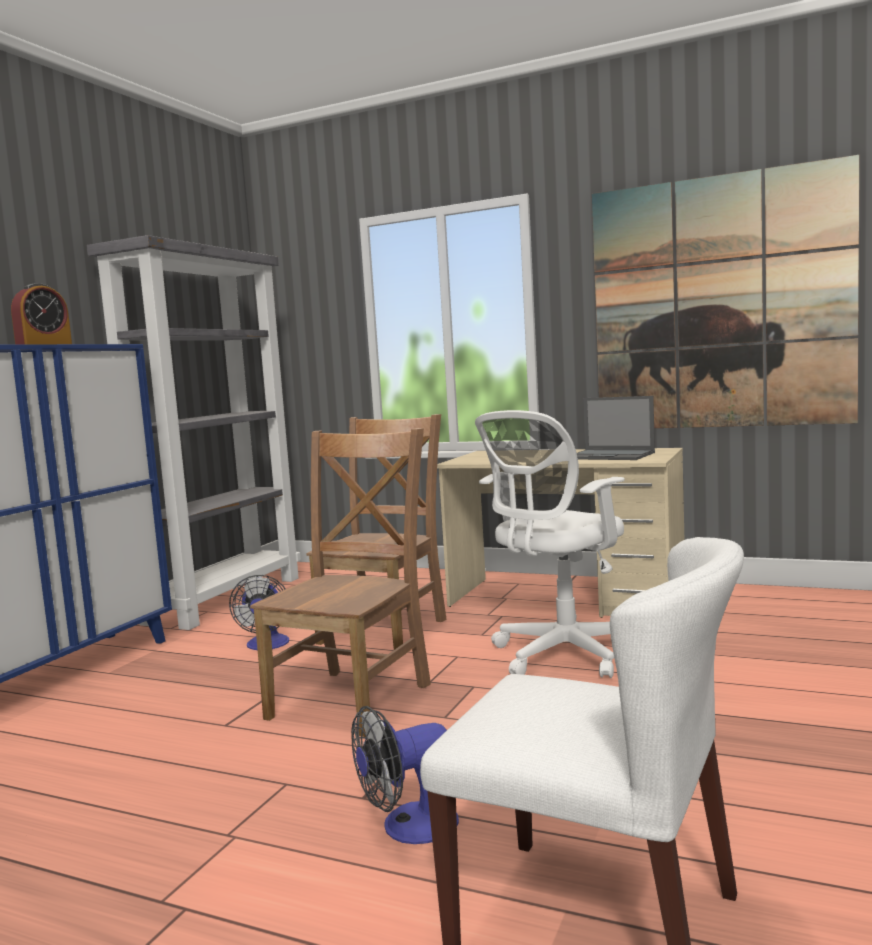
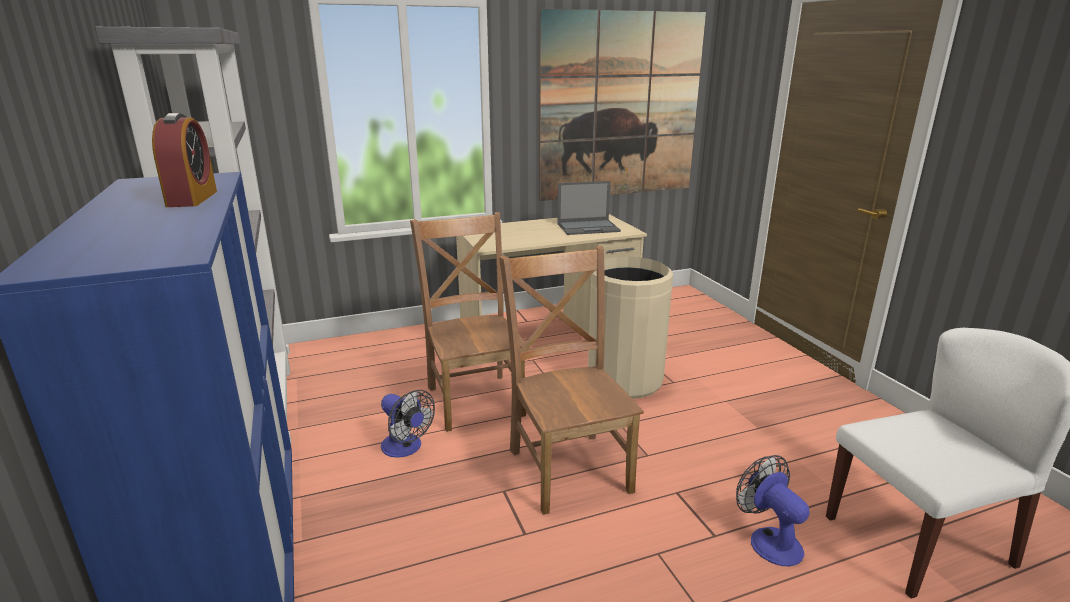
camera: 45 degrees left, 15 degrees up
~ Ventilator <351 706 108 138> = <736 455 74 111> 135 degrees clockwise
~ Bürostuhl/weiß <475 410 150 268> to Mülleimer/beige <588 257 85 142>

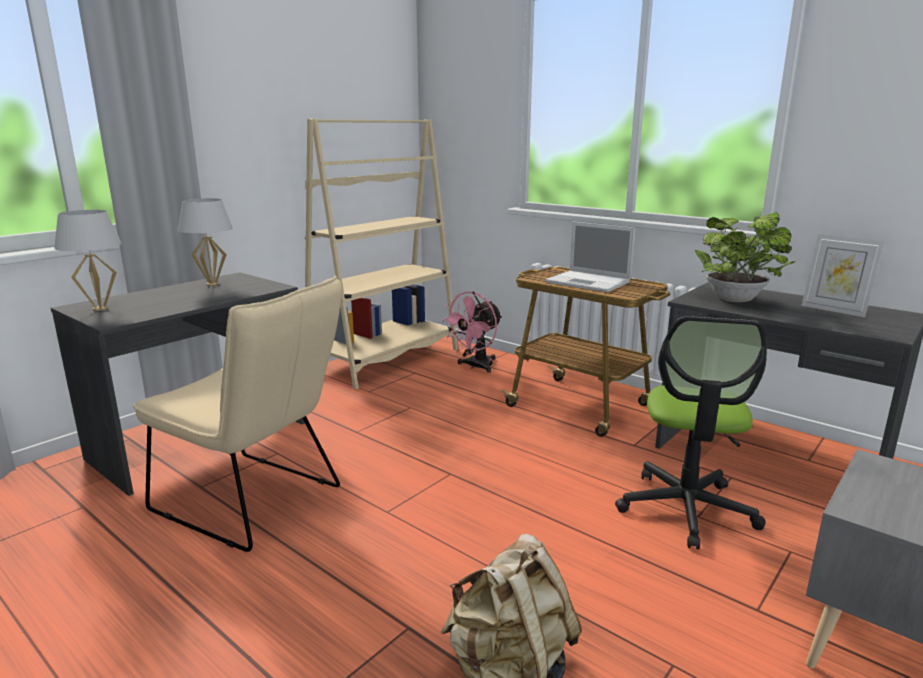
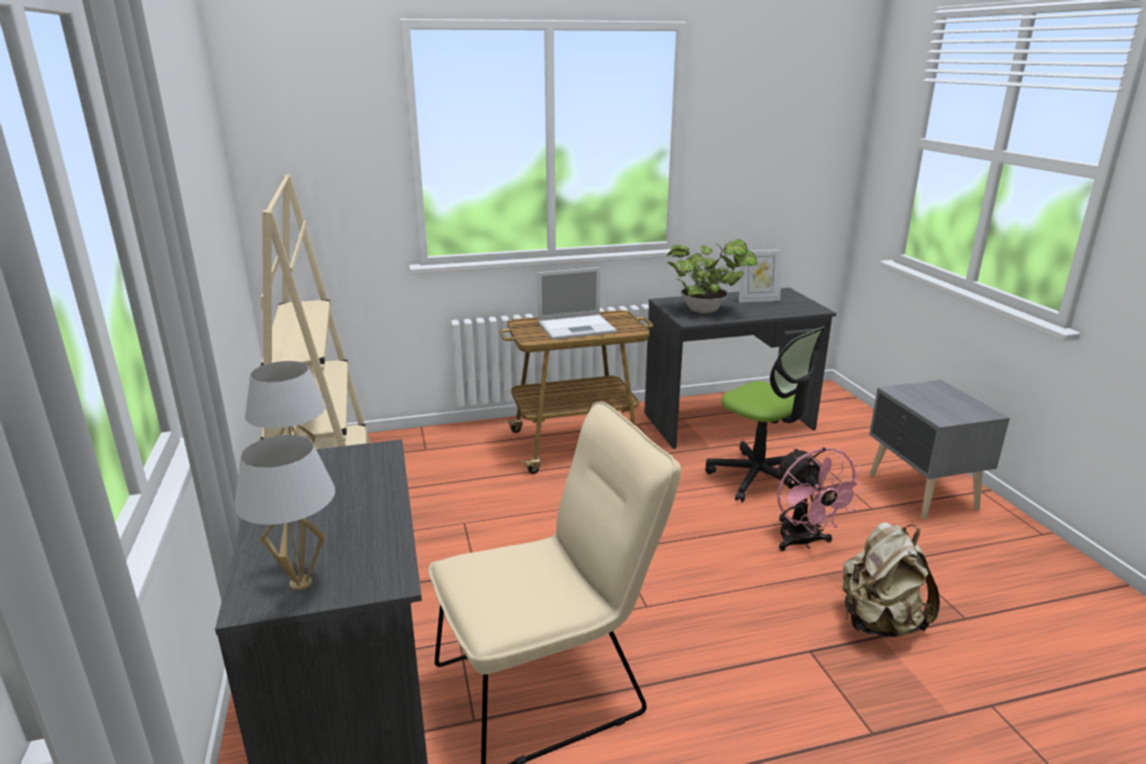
camera: 55 degrees left, 5 degrees up
~ Ventilator/rosa <442 292 60 81> to <776 447 89 104>

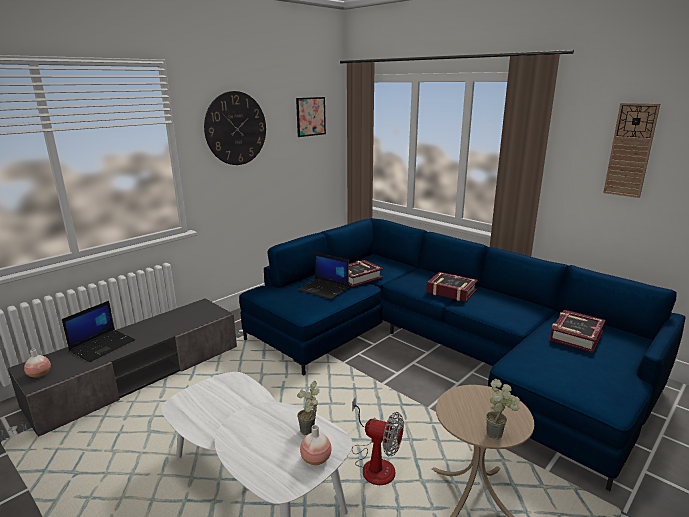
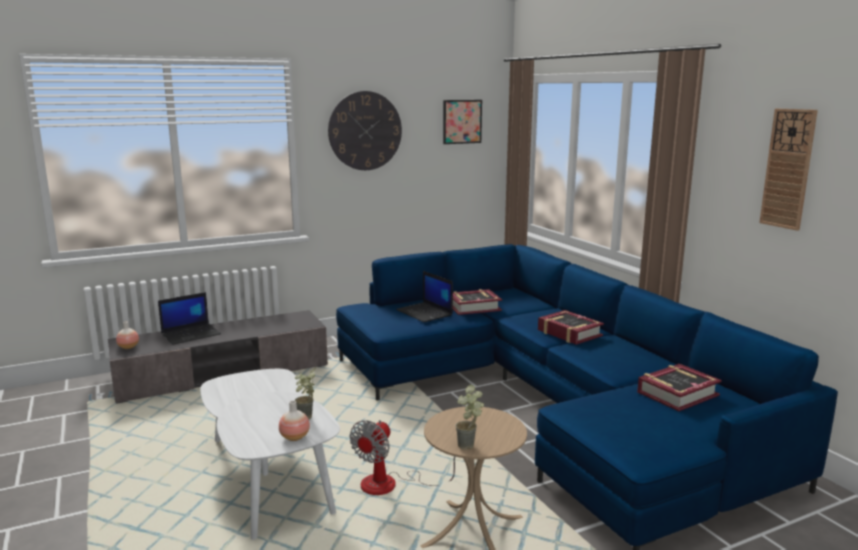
camera: 20 degrees right, 5 degrees down
~ Ventilator <352 398 52 87> = <350 420 105 75> 75 degrees clockwise

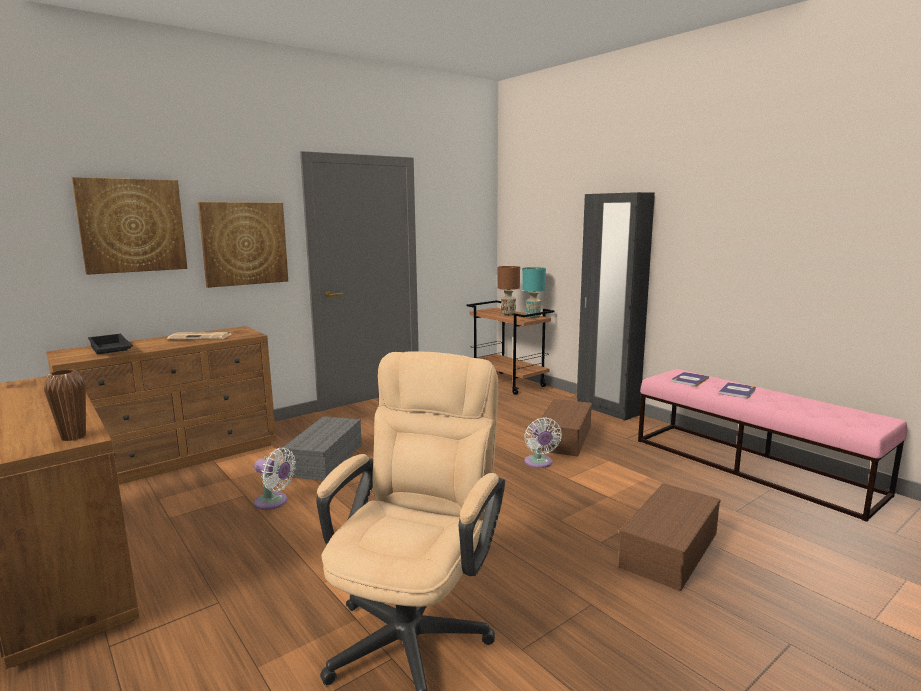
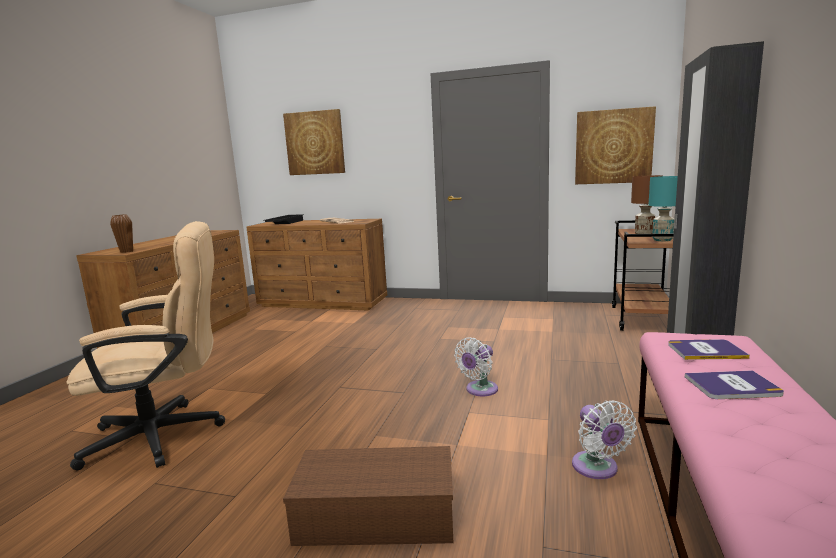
camera: 55 degrees right, 0 degrees up
~ Bild <198 202 90 86> to <575 106 81 78>
~ Ventilator/weiß <254 448 42 62> to <572 401 65 78>
- Aufbewahrungsbox/grau <282 416 80 65>
- Aufbewahrungsbox/braun <538 399 54 58>

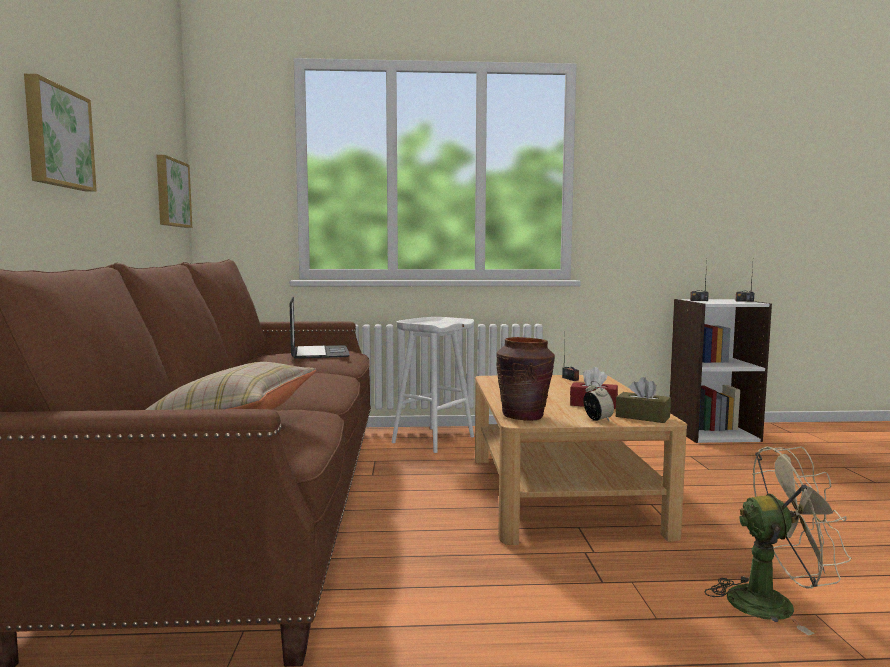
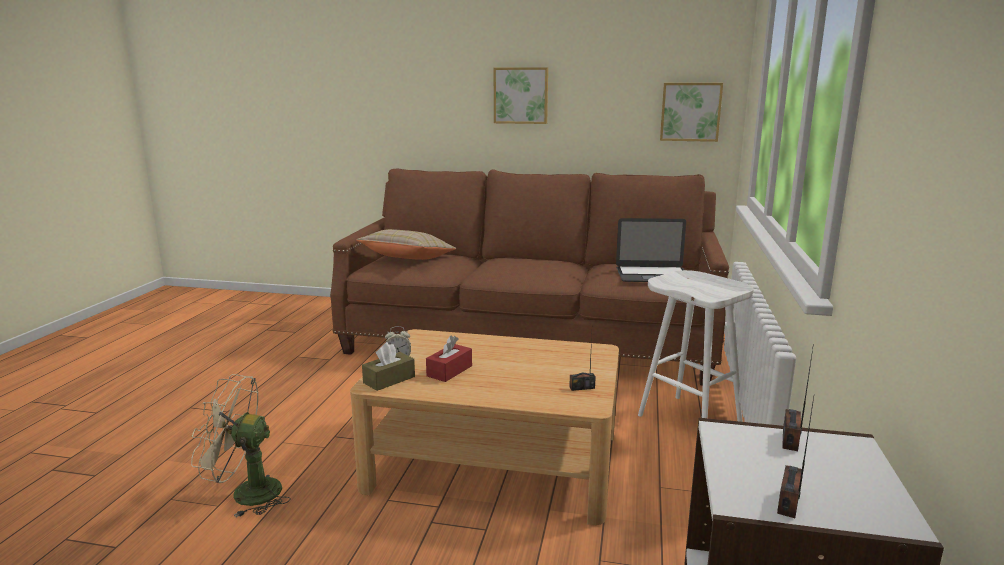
camera: 105 degrees right, 10 degrees up
- Vase/braun <496 337 59 84>
~ Ventilator/beige <705 446 147 190> = <191 374 100 143> 75 degrees clockwise

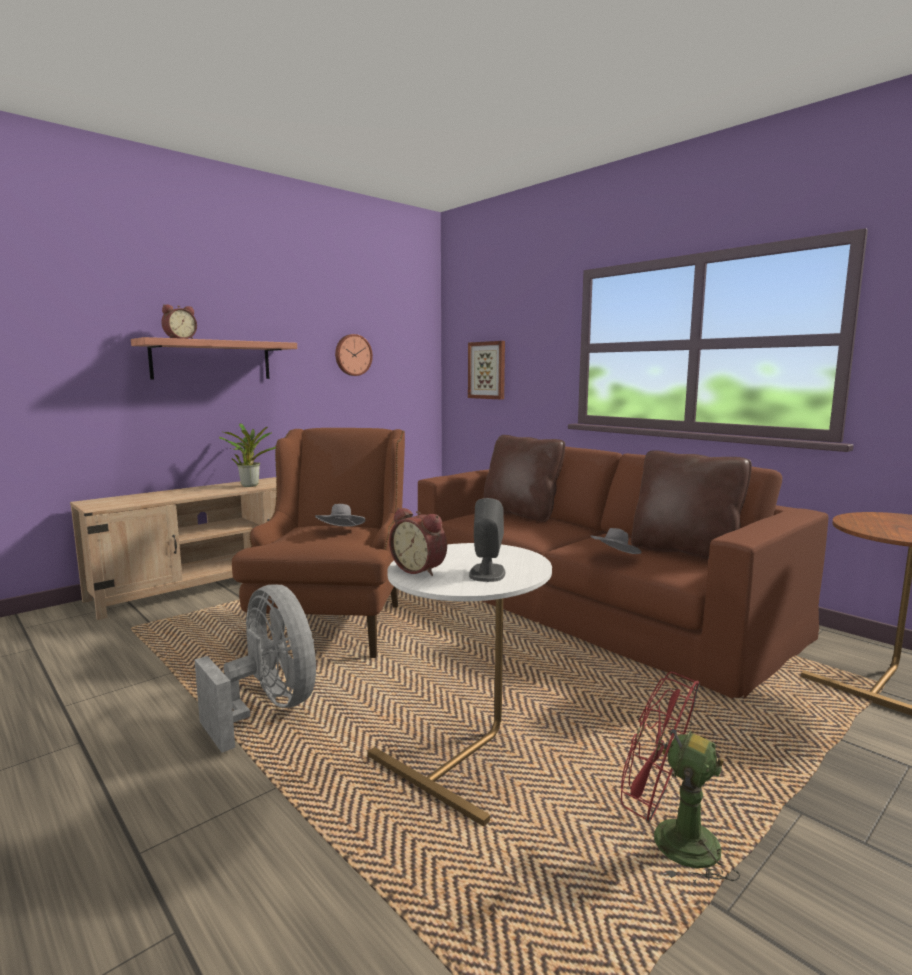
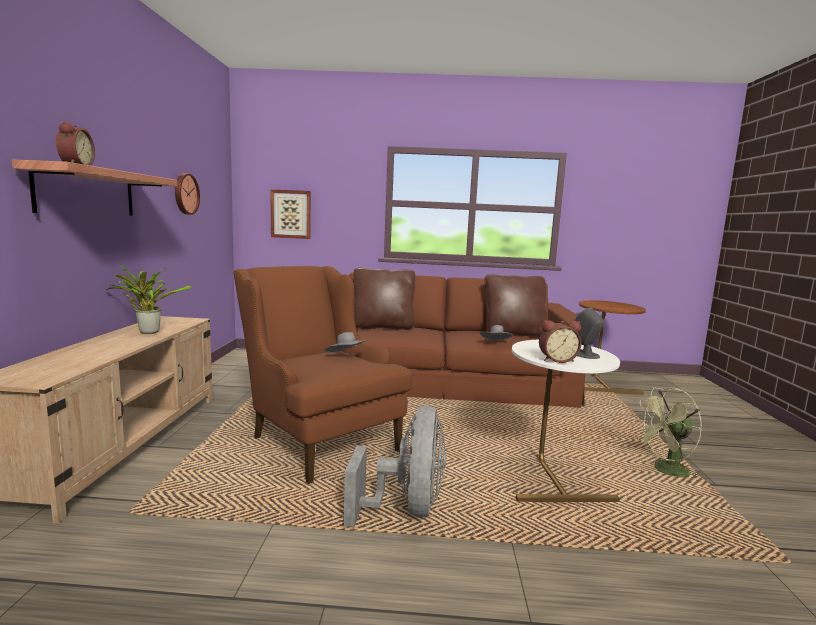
camera: 45 degrees left, 0 degrees up
~ Ventilator/grau <195 584 121 169> = <344 406 102 121> 90 degrees clockwise
~ Ventilator/rot <621 672 119 214> to Ventilator/grün <634 387 68 96>

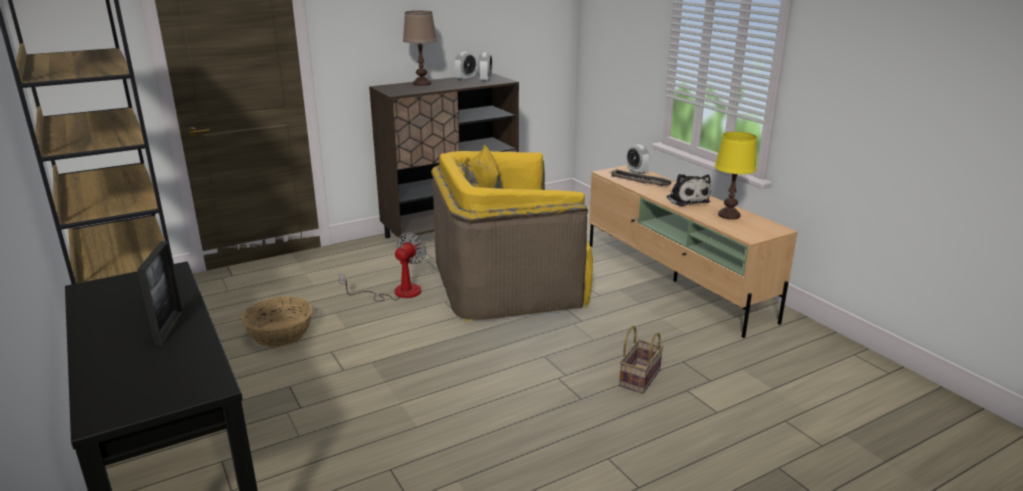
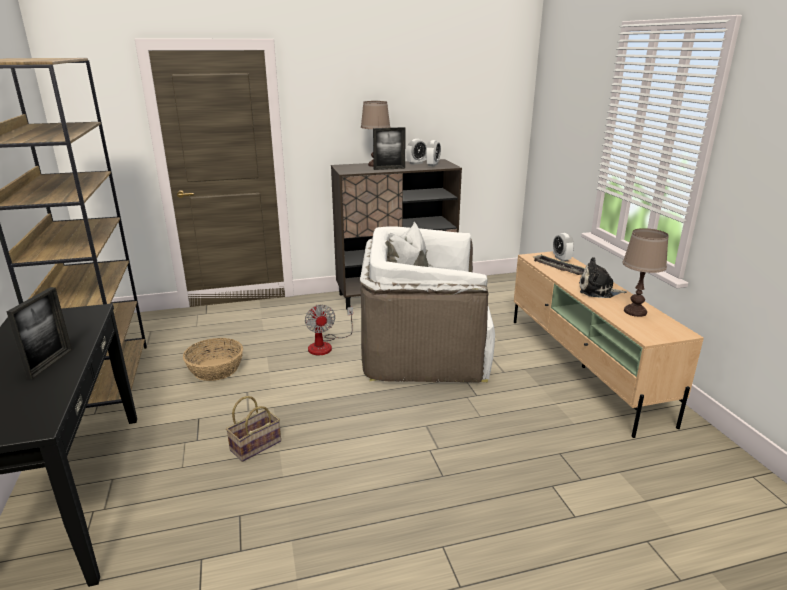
camera: 15 degrees right, 0 degrees up
~ Ventilator <339 232 87 69> = <305 305 48 50> 120 degrees clockwise
~ Sessel/gelb <431 144 162 179> to Sessel/weiß <360 222 135 161>
~ Korb <619 326 45 68> to <226 396 55 66>
~ Plüschtier <667 174 44 32> = <579 257 48 41> 105 degrees clockwise
~ Tischlampe/gelb <715 132 42 88> to Tischlampe/braun <622 228 47 89>
+ Bilderrahmen <373 127 33 43>

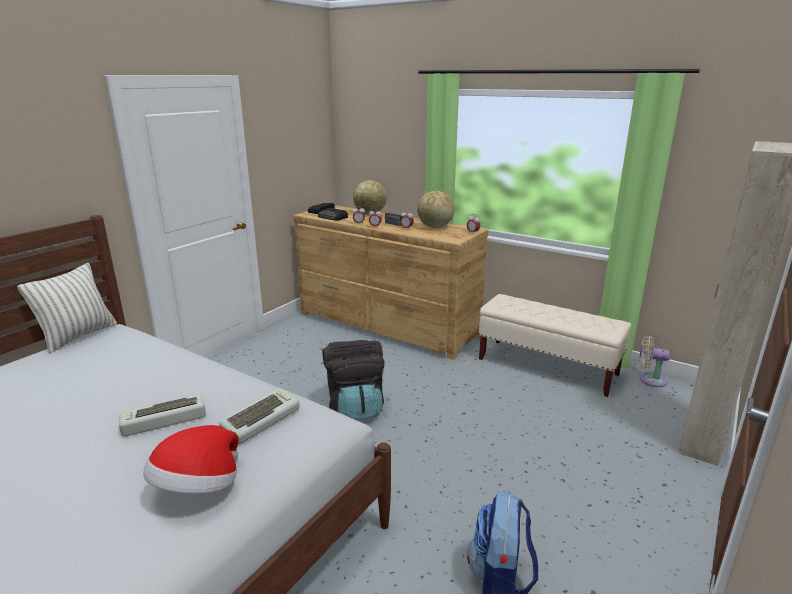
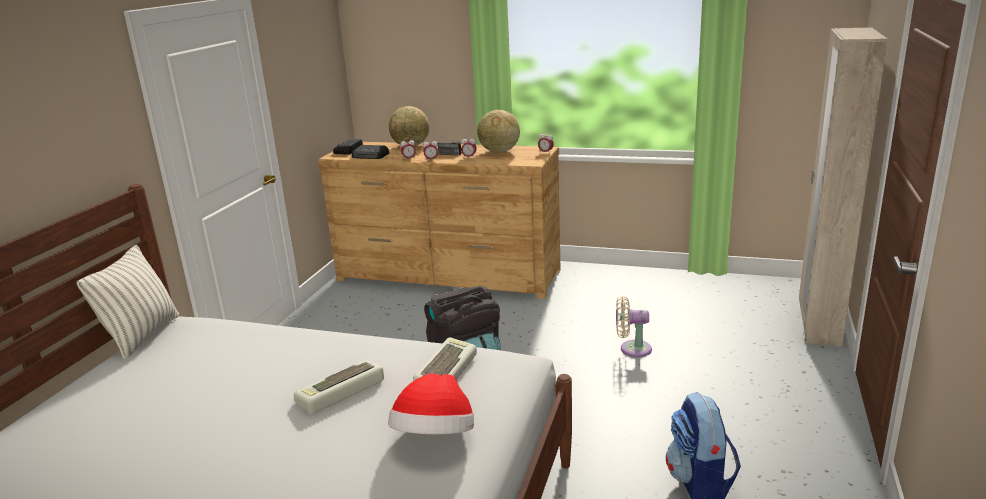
camera: 15 degrees left, 0 degrees up
- Bank/beige <479 294 152 103>
~ Ventilator/beige <639 336 31 51> to <616 296 36 61>

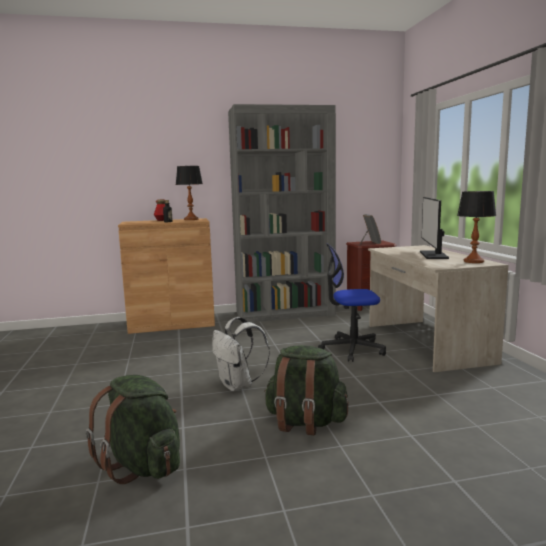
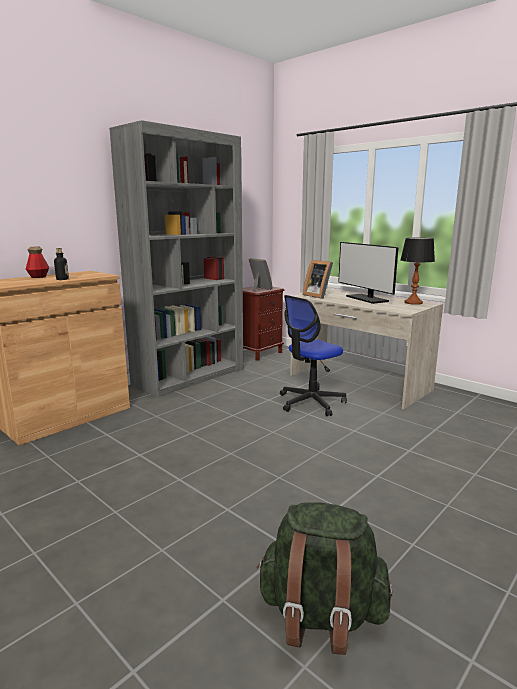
camera: 35 degrees left, 5 degrees up
- Tischlampe <176 166 27 54>
- Rucksack/weiß <212 317 58 74>
- Rucksack/grün <264 345 85 90>
+ Bilderrahmen <302 260 31 39>

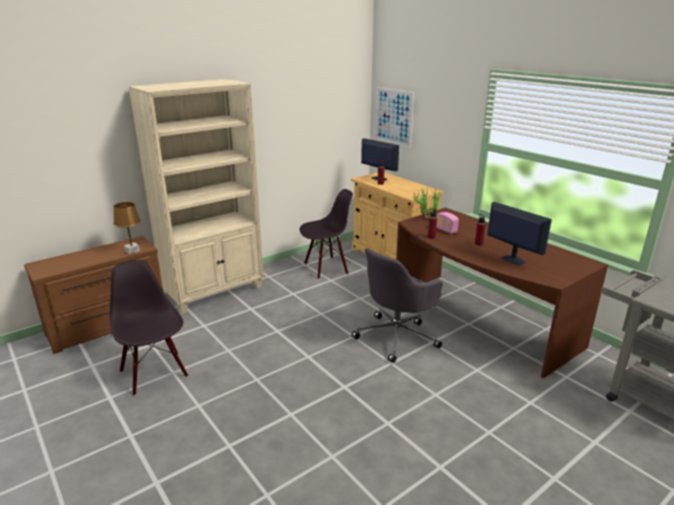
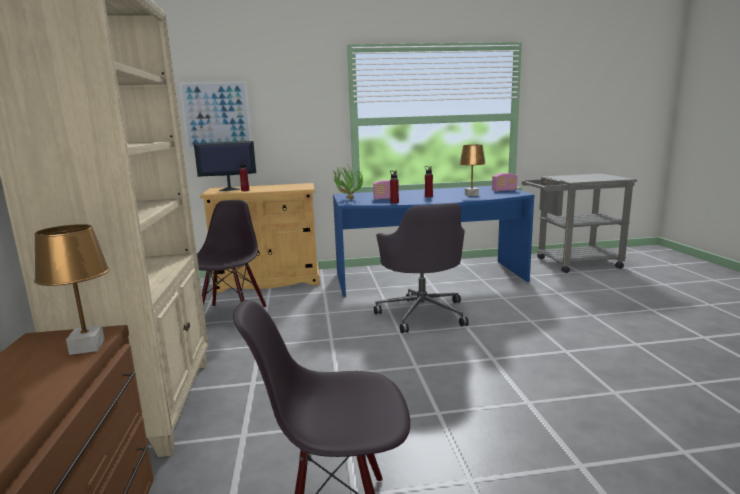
camera: 60 degrees left, 10 degrees down
~ Schreibtisch/braun <396 207 212 171> to Schreibtisch/blau <333 186 201 111>
~ Monitor <487 202 65 64> to Tischlampe/braun <460 145 26 51>
+ Radio <492 173 25 19>

